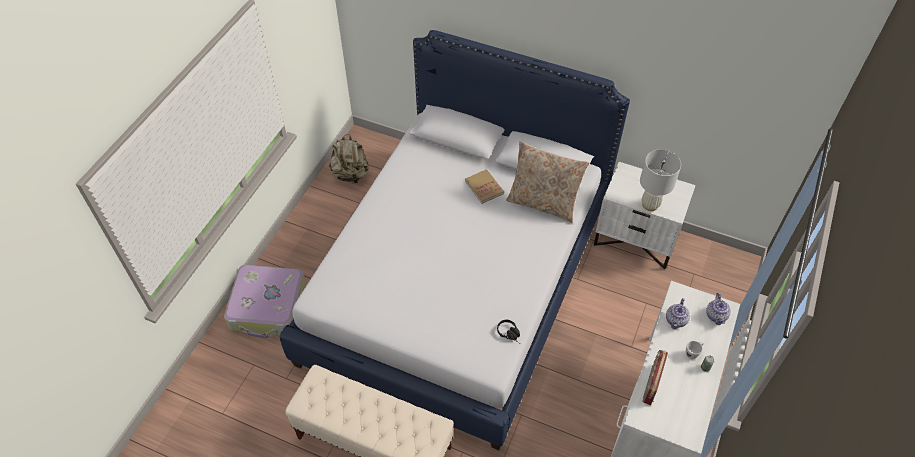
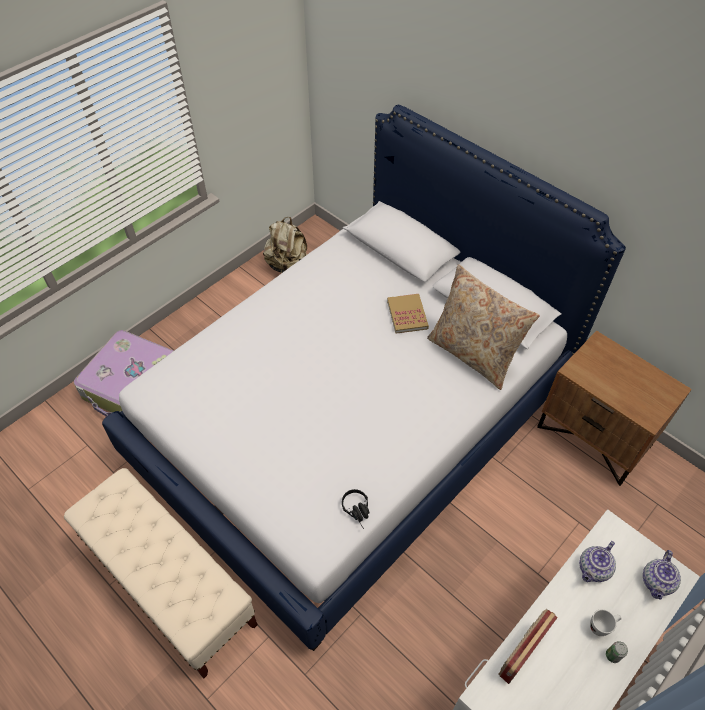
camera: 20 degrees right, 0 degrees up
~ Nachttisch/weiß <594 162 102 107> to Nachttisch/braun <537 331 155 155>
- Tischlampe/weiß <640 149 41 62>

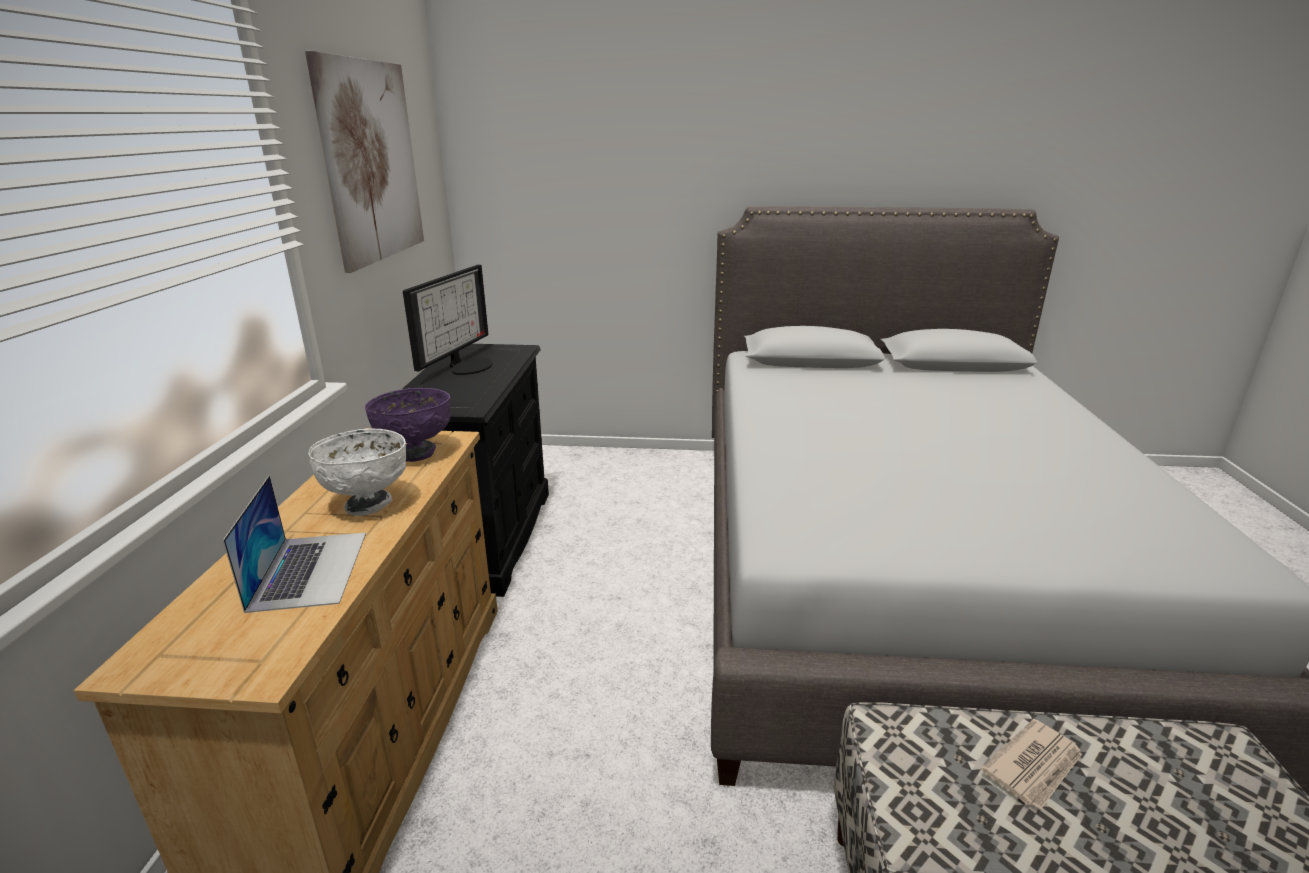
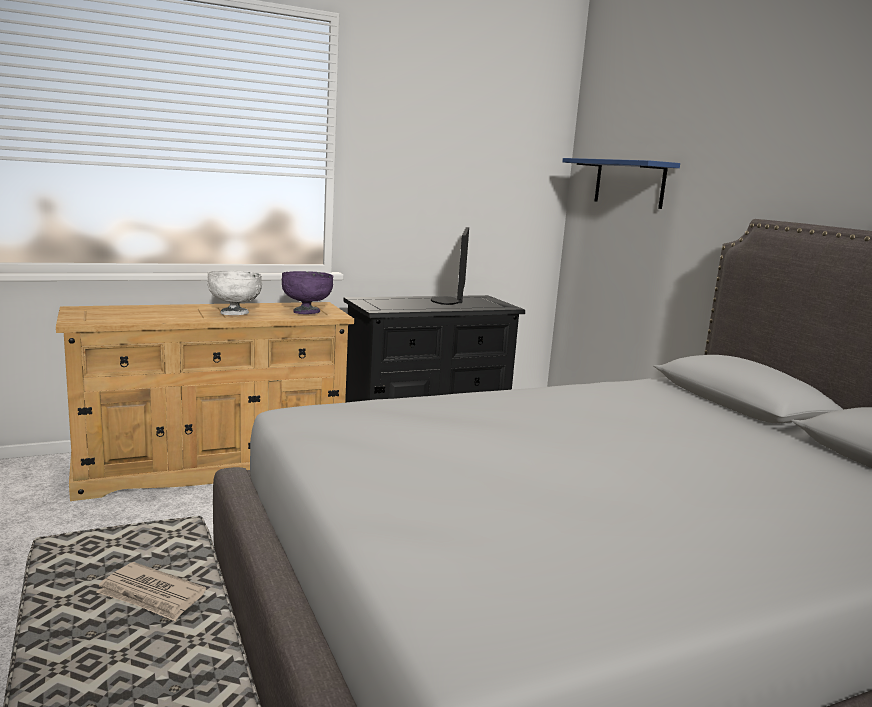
camera: 60 degrees right, 10 degrees down
- Laptop <223 475 143 138>
- Bild <305 51 119 222>
~ Monitor <403 265 90 110> = <431 227 38 78> 105 degrees clockwise
+ Wandregal/blau <562 158 118 51>

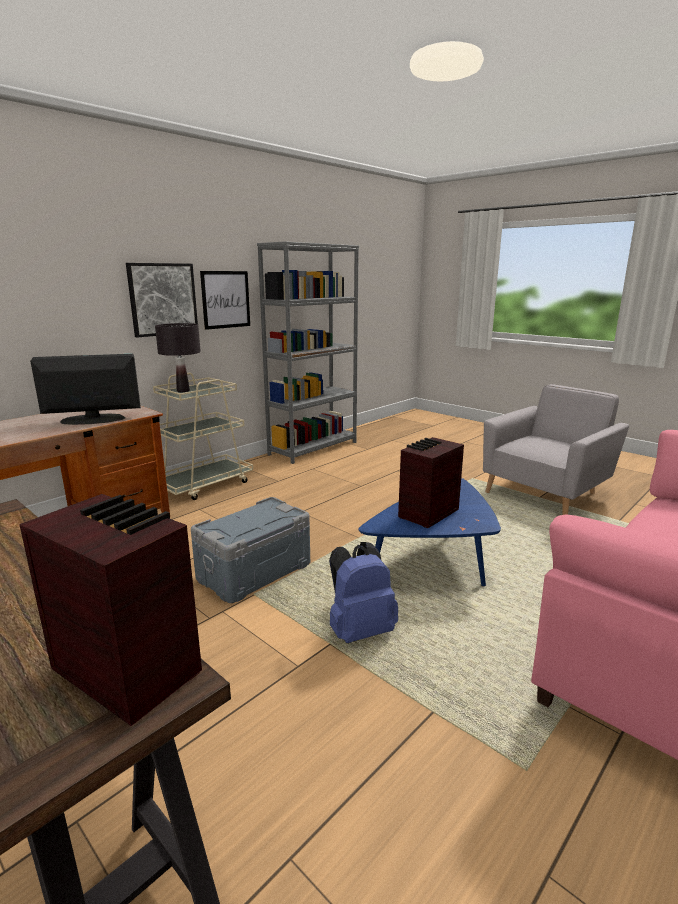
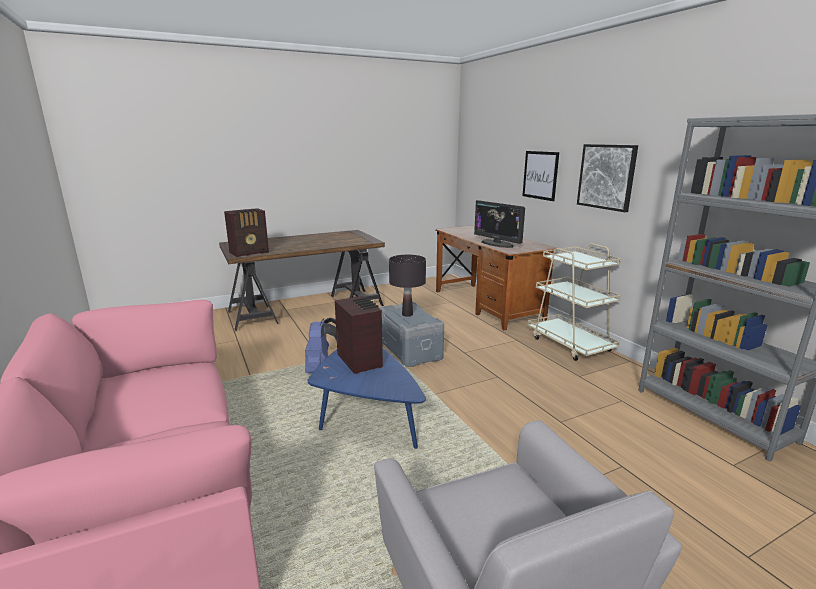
camera: 110 degrees right, 0 degrees up
~ Monitor <30 354 111 71> = <474 200 51 48> 135 degrees clockwise
~ Tischlampe/schwarz <155 323 46 69> to <389 255 37 62>
~ Bild <200 271 50 59> to <522 151 37 50>

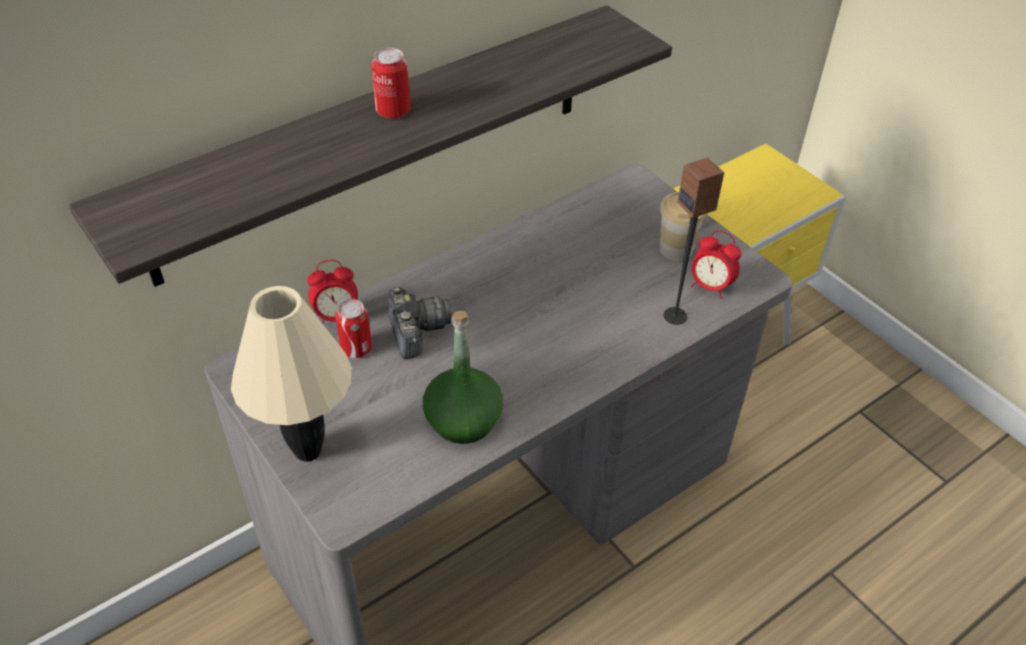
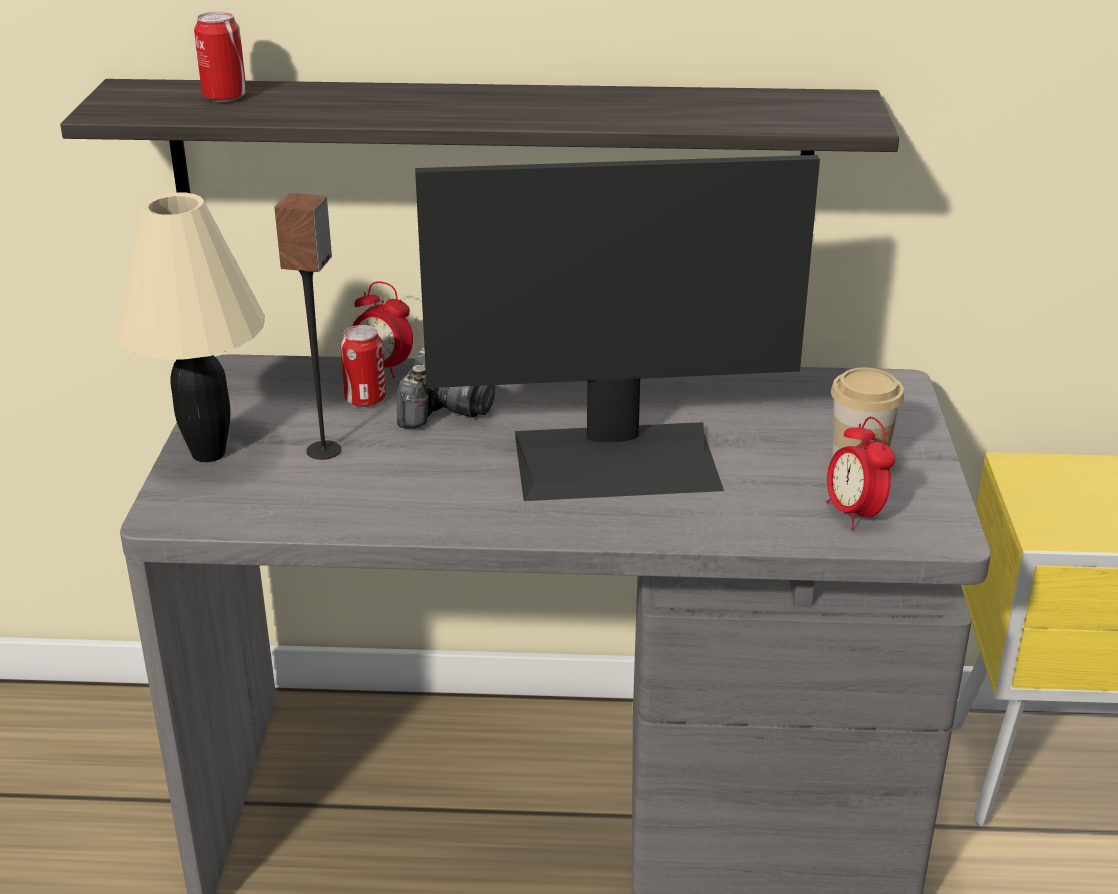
camera: 40 degrees right, 15 degrees down
~ Dose <372 48 39 71> to <194 12 53 90>
- Flasche/grün <423 311 81 133>
~ Lautsprecher <663 158 61 167> to <274 193 67 267>
+ Monitor <415 155 405 346>

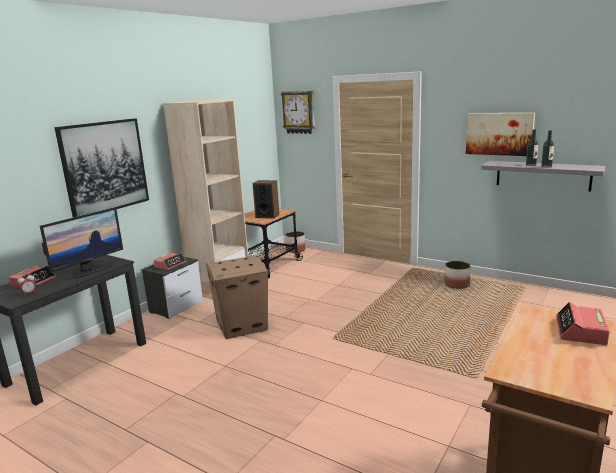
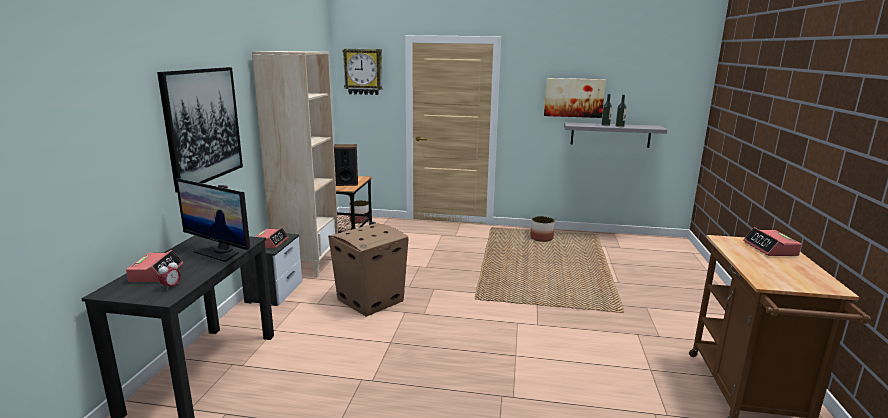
camera: 25 degrees left, 0 degrees up
~ Monitor <40 207 83 72> = <175 178 75 84> 105 degrees clockwise

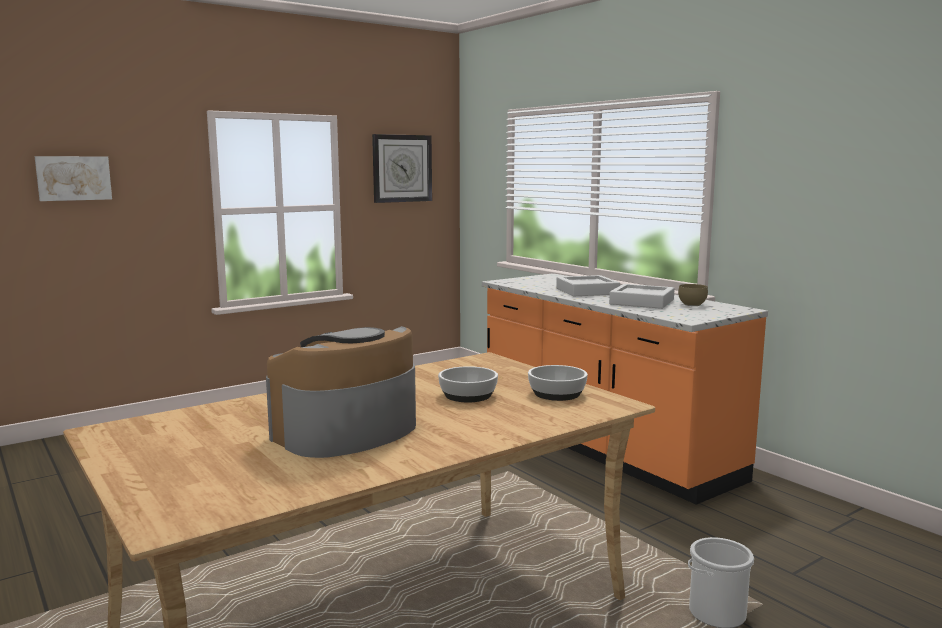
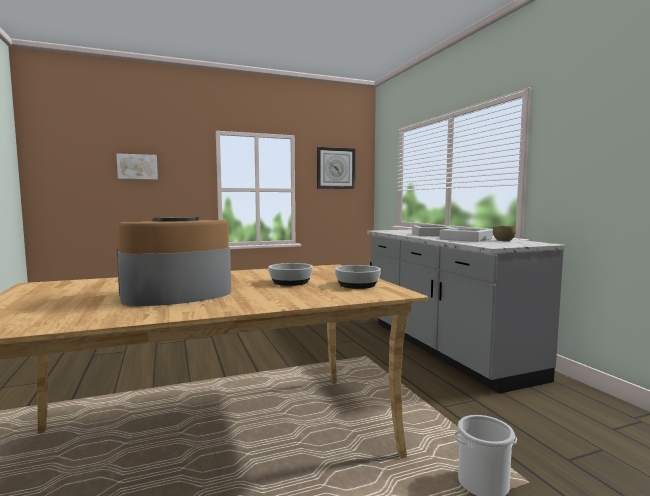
camera: 15 degrees right, 5 degrees down
~ Küchenzeile/orange <482 273 286 232> to Küchenzeile/grau <367 230 198 164>

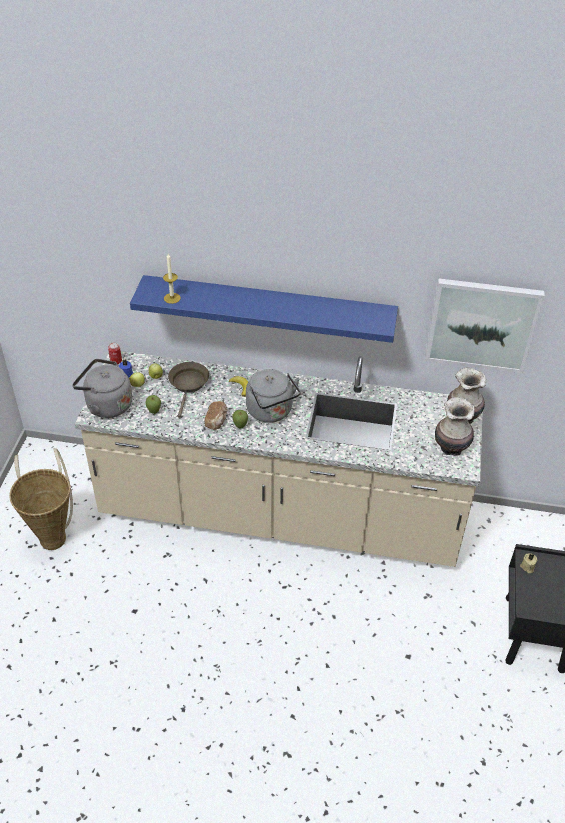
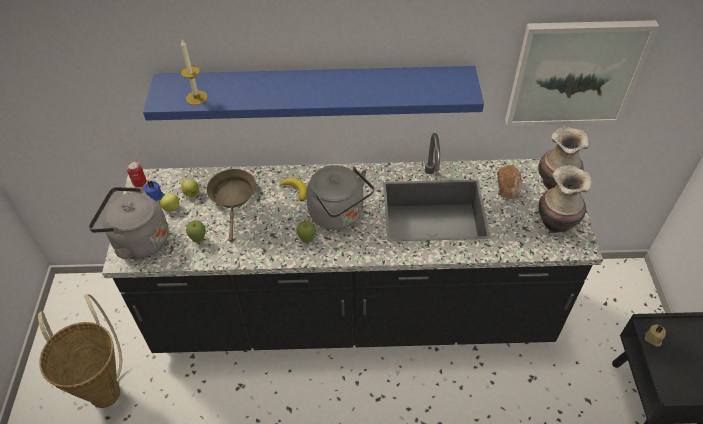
camera: 10 degrees left, 5 degrees up
~ Küchenzeile/beige <75 351 408 216> to Küchenzeile/schwarz <102 133 501 220>
~ Brot <205 401 23 29> to <497 165 25 34>

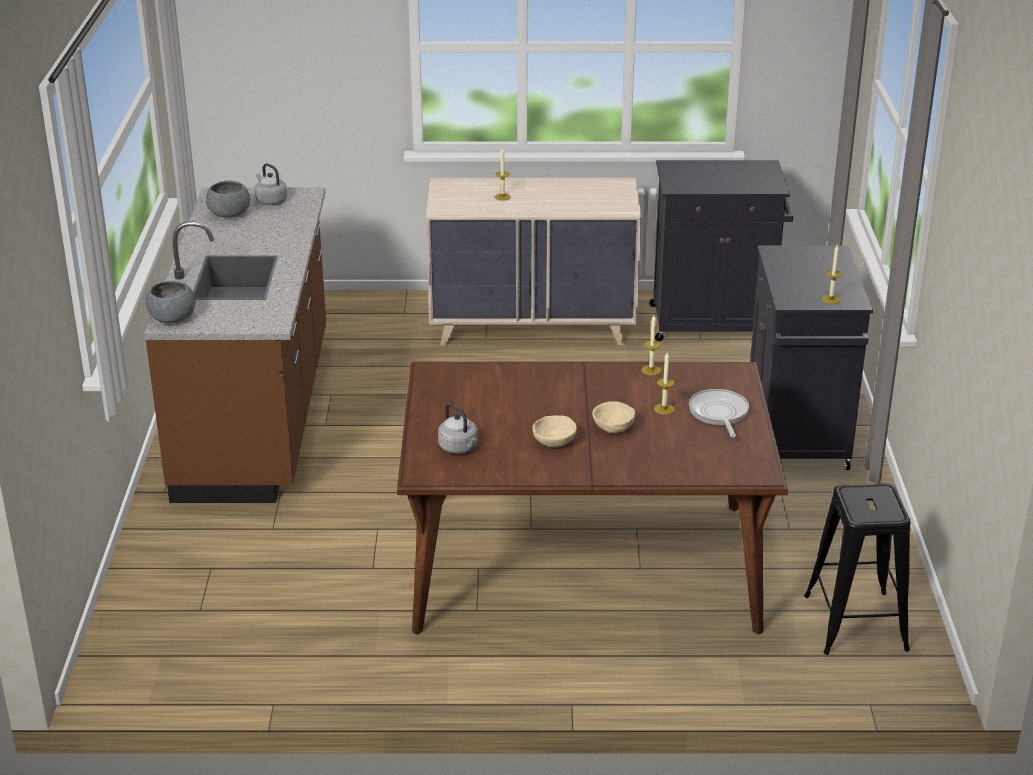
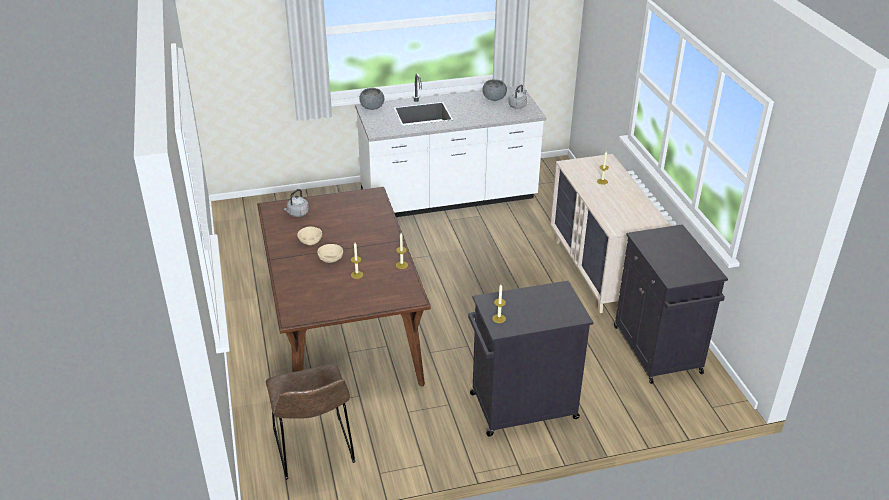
camera: 75 degrees right, 5 degrees up
~ Küchenzeile/braun <144 187 182 316> to Küchenzeile/weiß <355 74 191 143>
- Pfanne <689 389 60 49>
~ Hocker/schwarz <804 483 107 172> to Stuhl/braun <266 364 89 116>

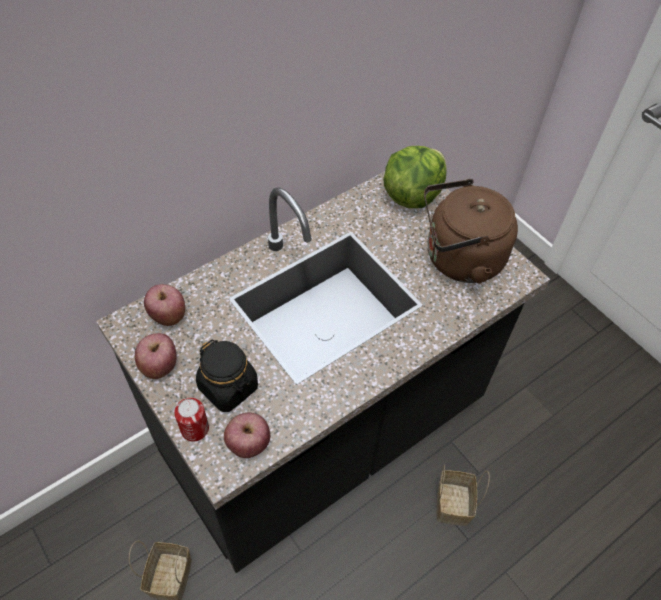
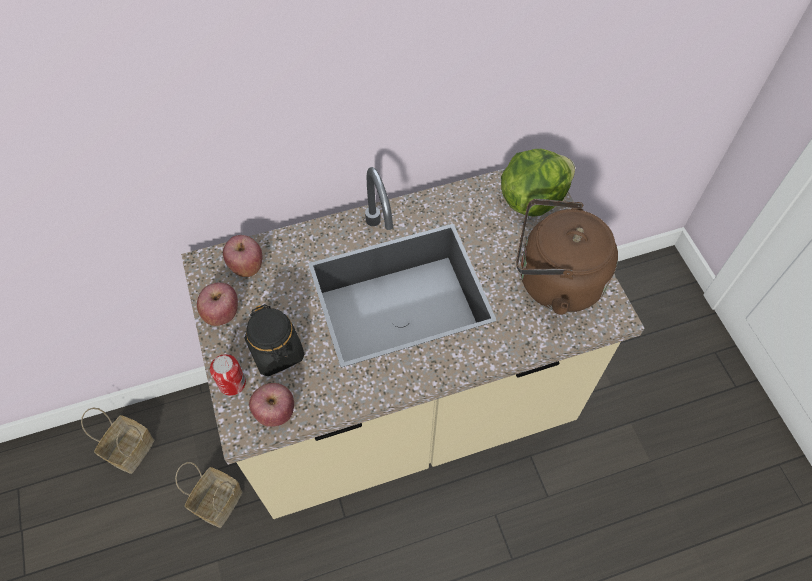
camera: 20 degrees right, 5 degrees up
~ Küchenzeile/schwarz <96 171 454 402> to Küchenzeile/beige <181 167 464 352>
~ Korb <436 465 54 61> to <81 407 73 67>

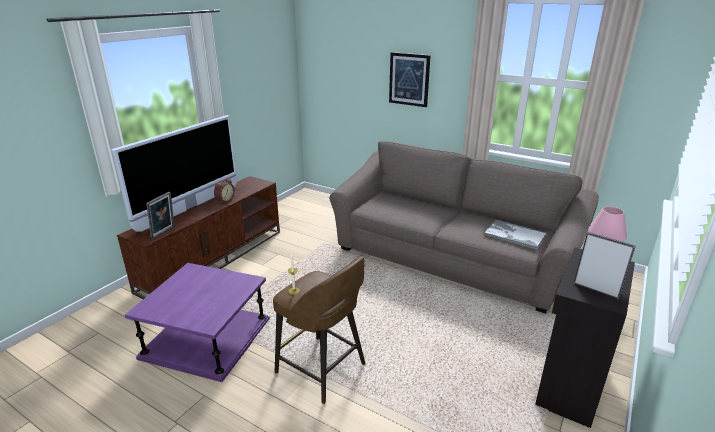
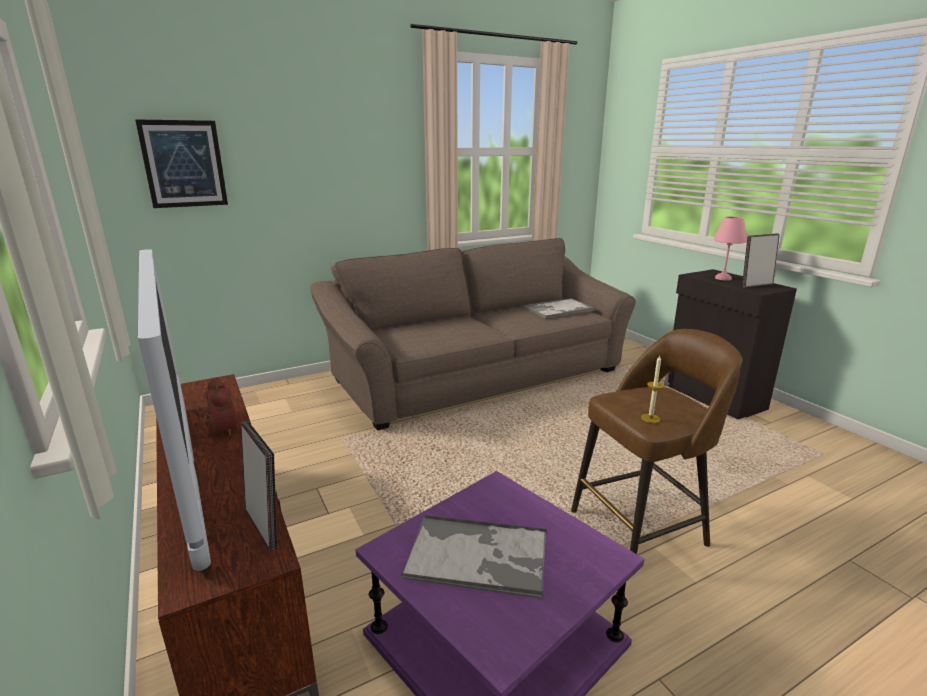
camera: 60 degrees left, 5 degrees down
~ Bild <389 52 42 55> to <135 119 93 89>
+ Tablett <401 515 146 84>

